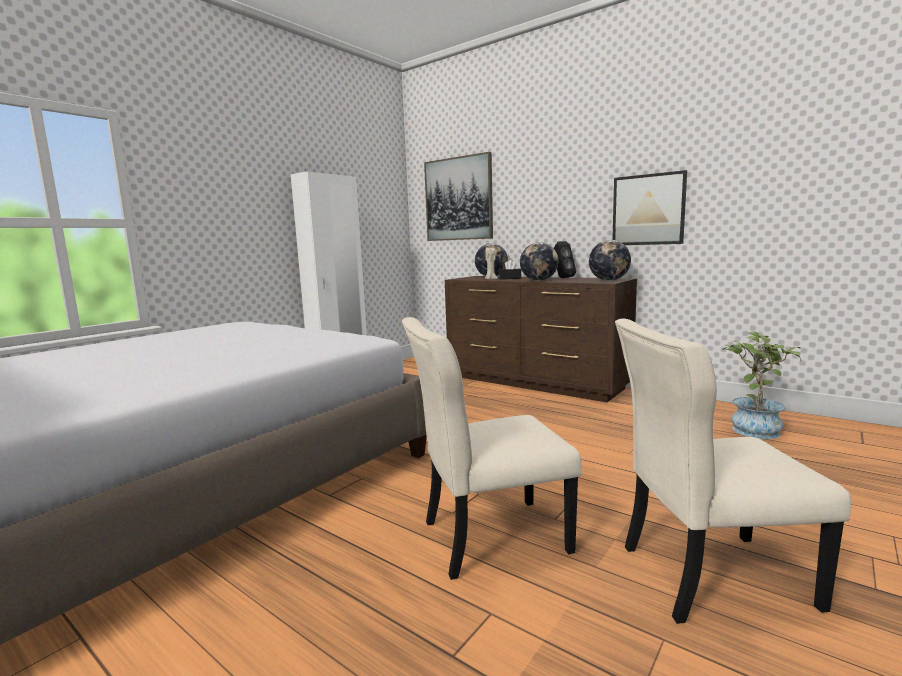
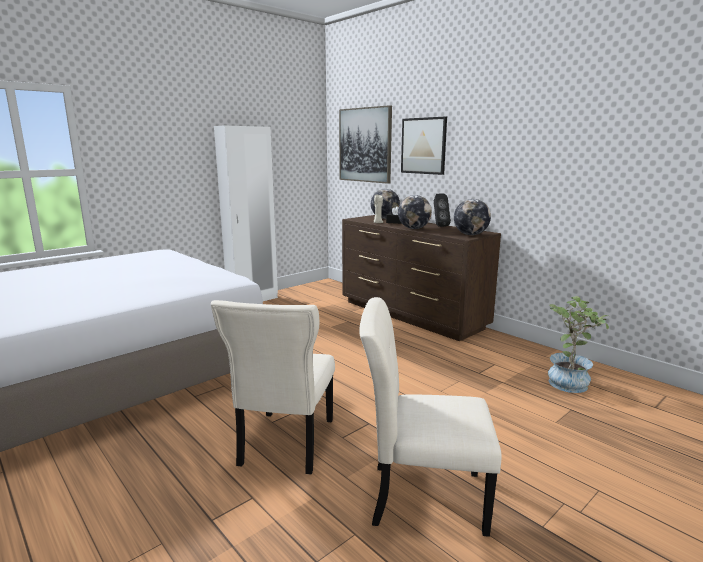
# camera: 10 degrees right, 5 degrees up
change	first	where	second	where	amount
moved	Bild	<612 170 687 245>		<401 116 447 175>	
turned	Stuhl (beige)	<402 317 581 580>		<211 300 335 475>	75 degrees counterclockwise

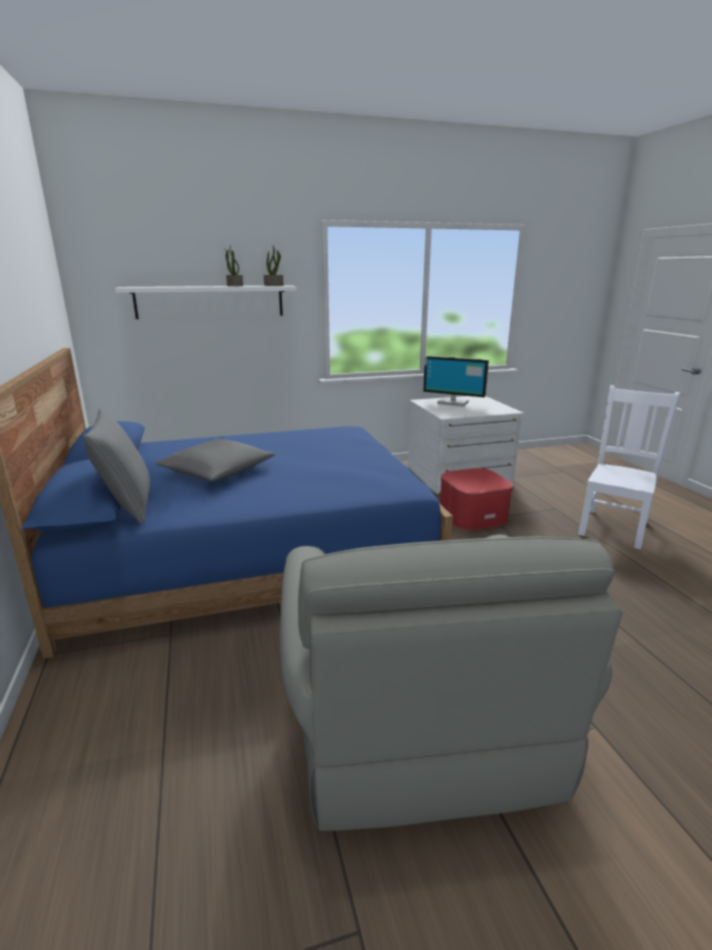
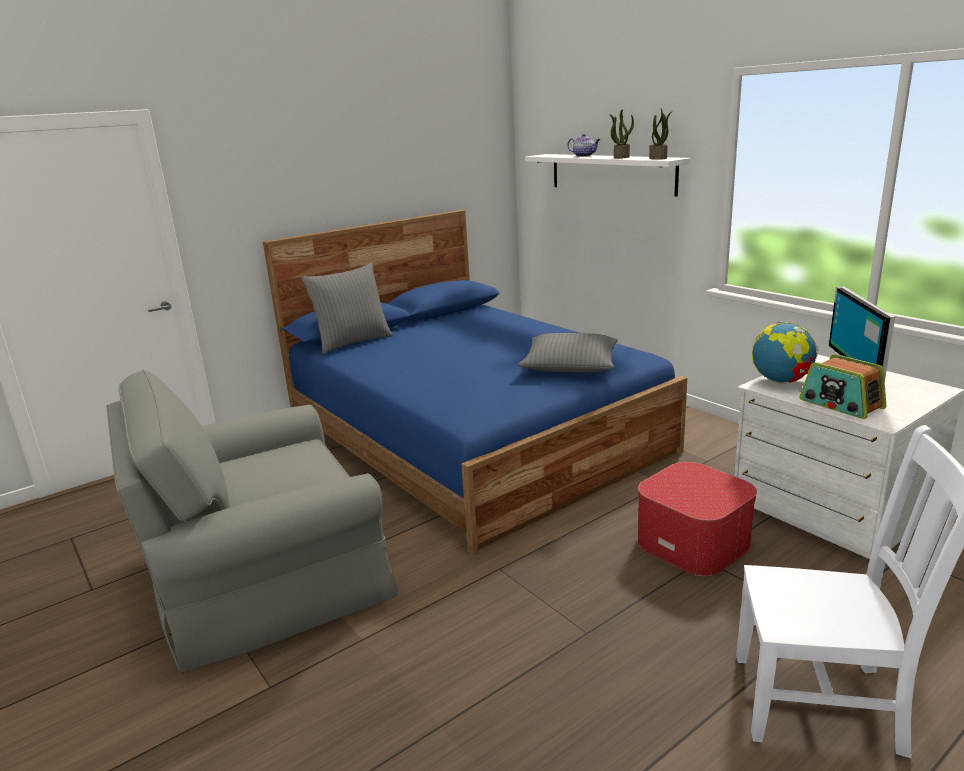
# camera: 70 degrees right, 0 degrees up
change	first	where	second	where	amount
moved	Kissen (grau)	<155 439 275 482>		<518 333 618 372>	
added			Teekanne	<567 134 601 157>	
added			Globus	<752 321 819 384>	
added			Radio	<799 354 886 419>	

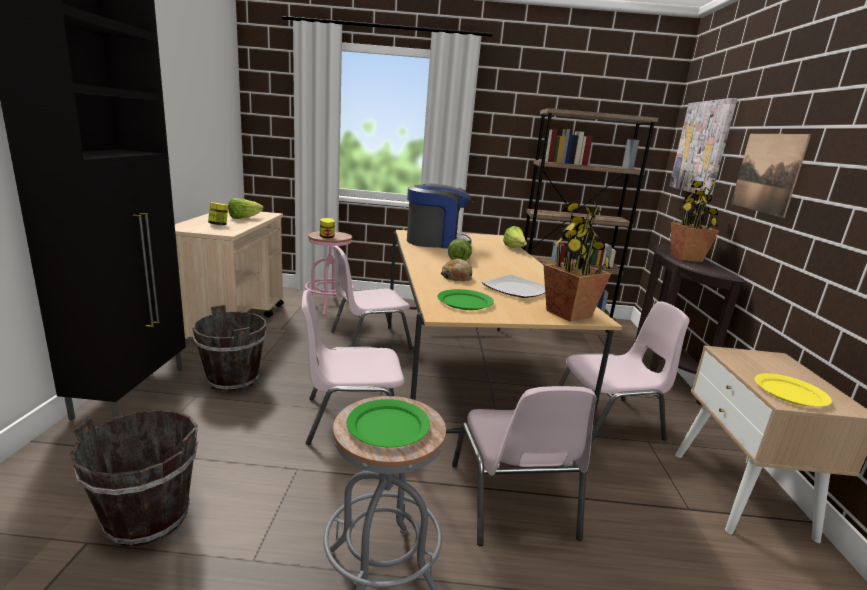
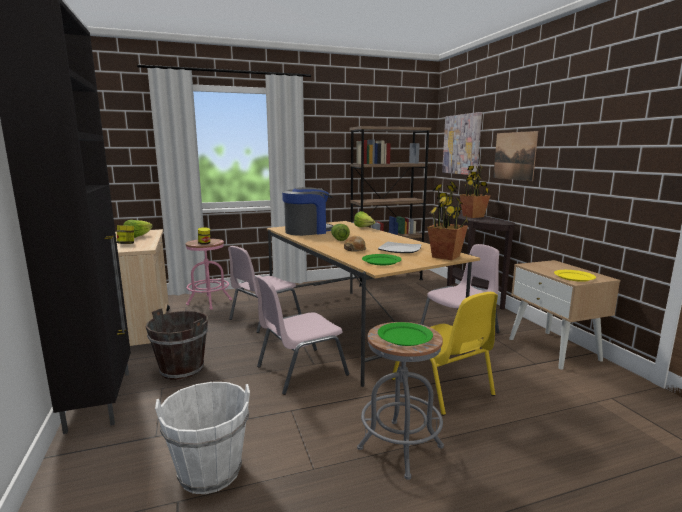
# camera: 20 degrees left, 5 degrees down
change	first	where	second	where	amount
recoloured	Stuhl (rosa)	<452 386 597 546>	Stuhl (gelb)	<392 292 498 415>	
recoloured	Eimer (braun)	<70 409 198 547>	Eimer (weiß)	<155 382 250 494>	

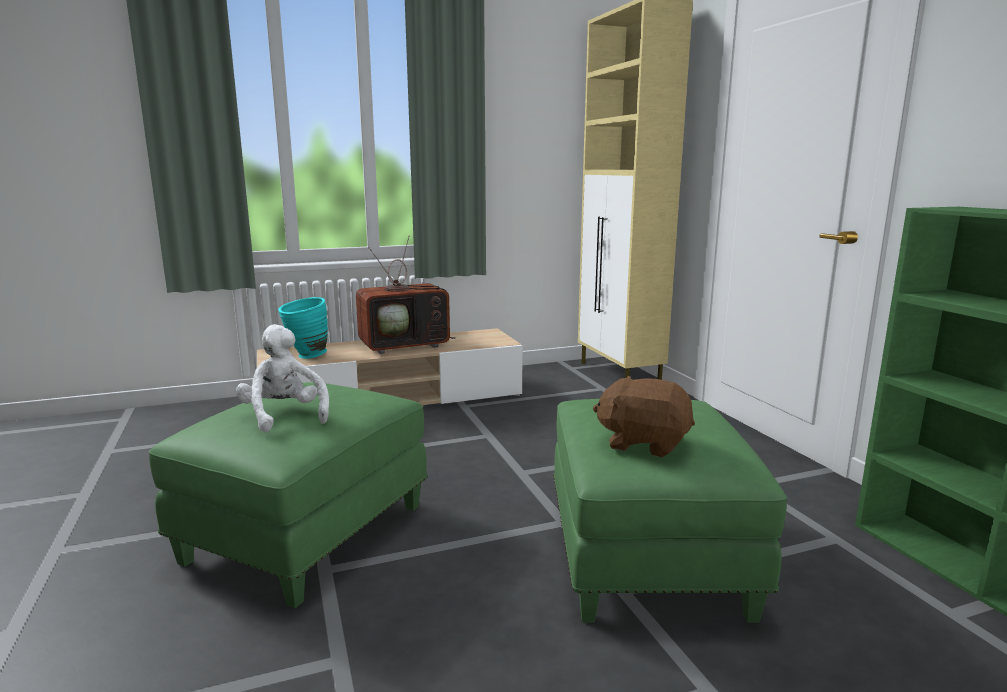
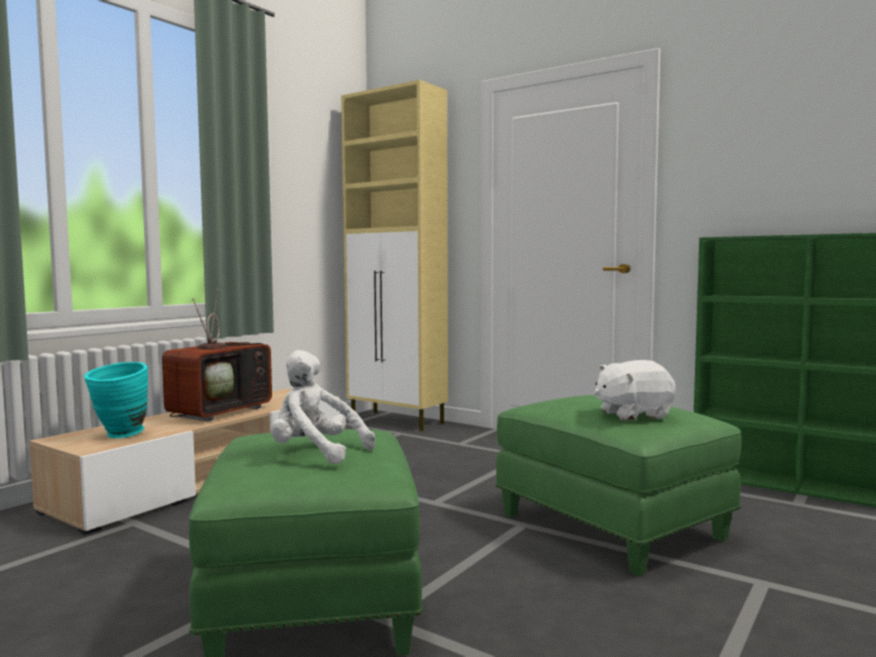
# camera: 35 degrees left, 10 degrees down
change	first	where	second	where	amount
recoloured	Plüschtier (braun)	<593 376 695 457>	Plüschtier (weiß)	<594 360 676 421>	

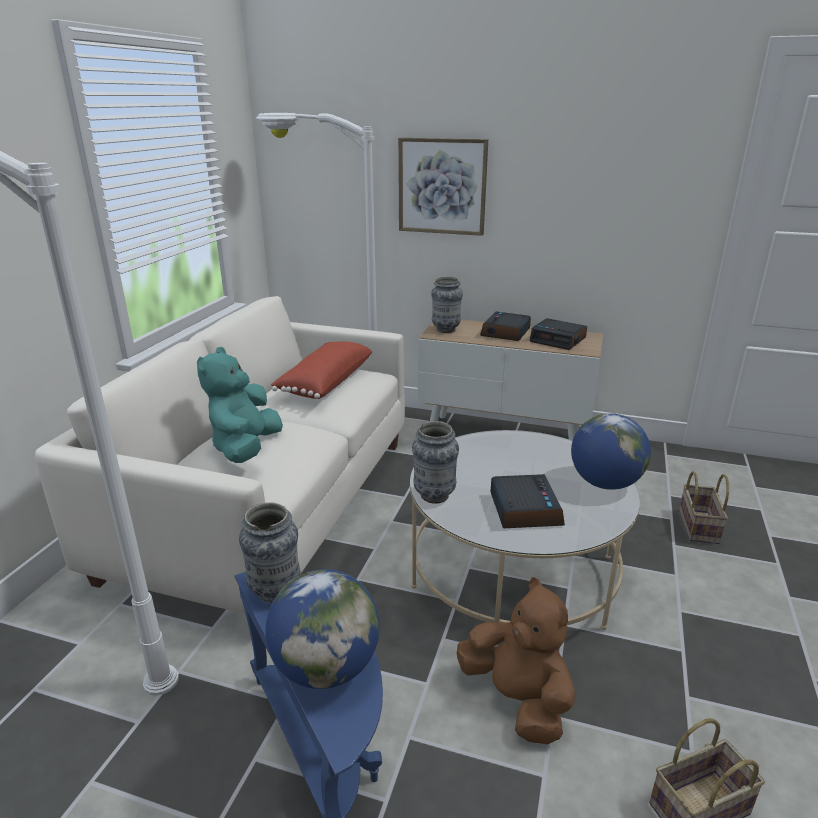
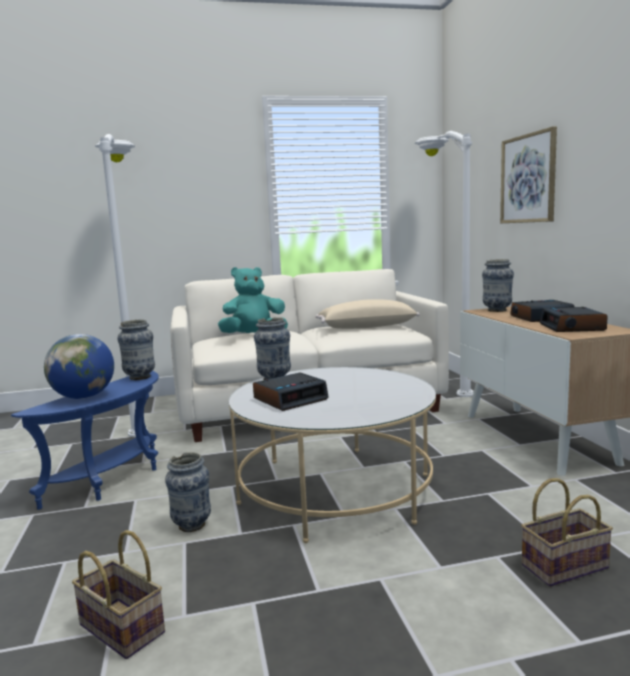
# camera: 60 degrees right, 15 degrees down
change	first	where	second	where	amount
recoloured	Kissen (rot)	<271 342 373 399>	Kissen (beige)	<316 299 420 329>	
removed	Globus	<571 413 651 490>			
replaced	Plüschtier (braun)	<457 577 575 744>	Vase	<165 452 211 532>	

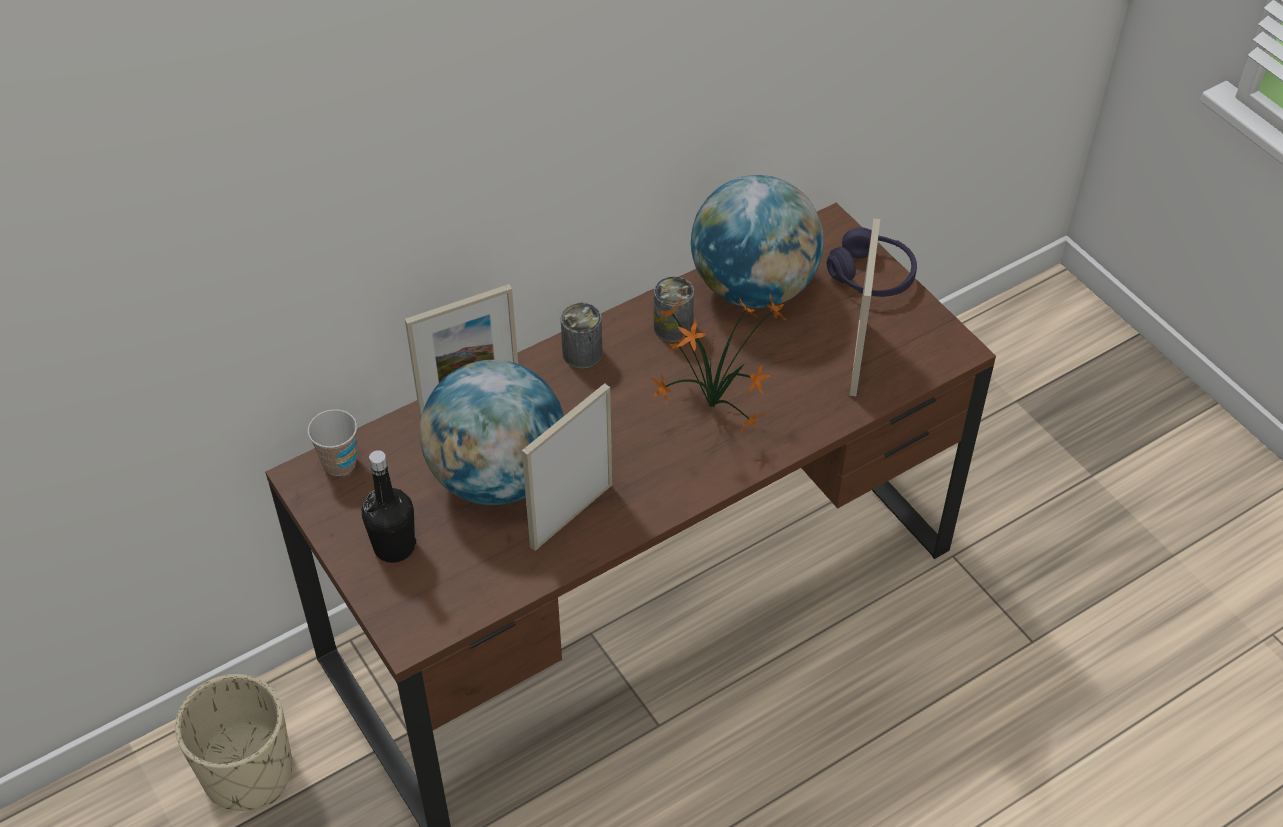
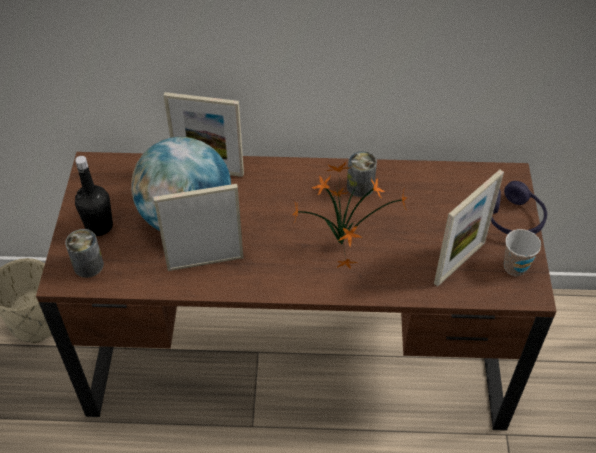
# camera: 35 degrees right, 0 degrees up
change	first	where	second	where	amount
removed	Globus	<691 175 824 308>			
moved	Dose	<561 303 602 369>		<65 229 104 278>	
moved	Tasse	<308 409 357 476>		<504 229 541 276>	

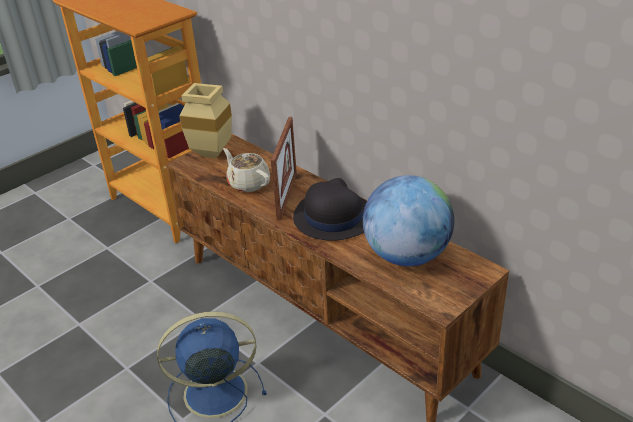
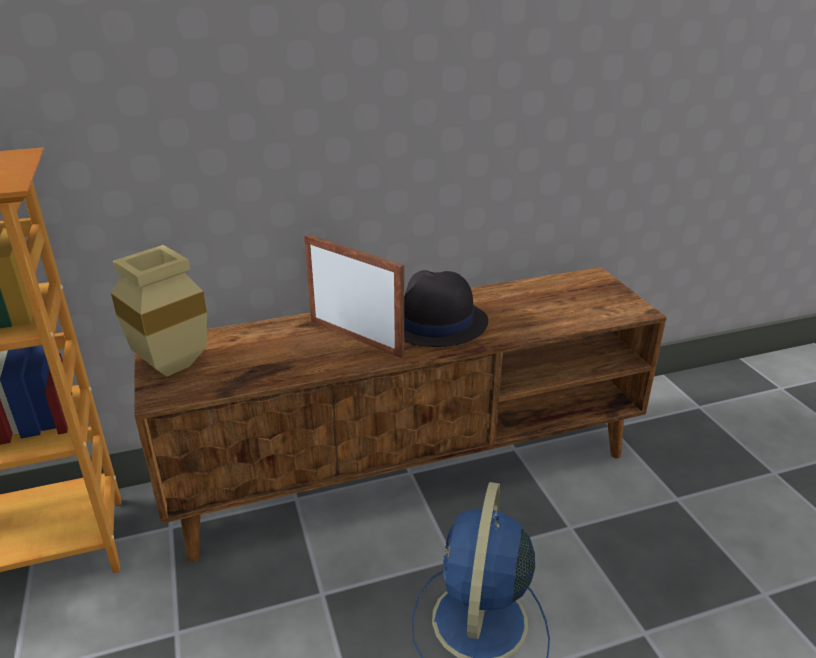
# camera: 65 degrees left, 5 degrees down
change	first	where	second	where	amount
removed	Teekanne (beige)	<223 148 270 192>			
removed	Globus	<363 175 454 266>			

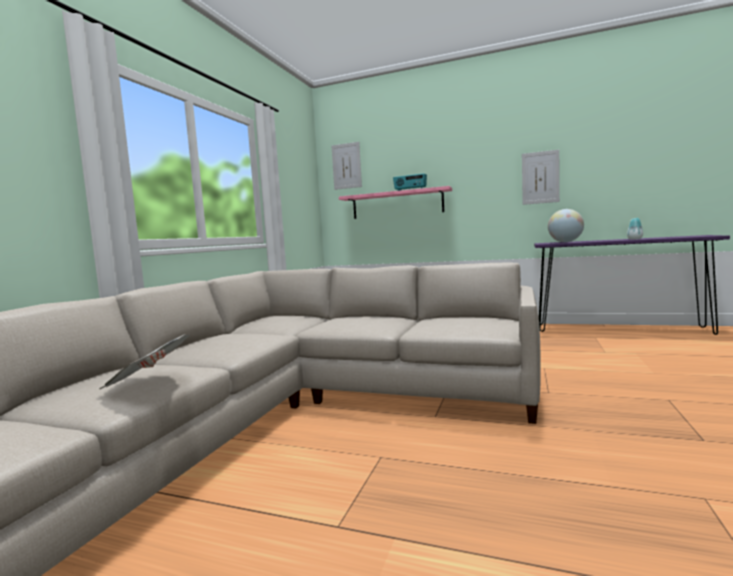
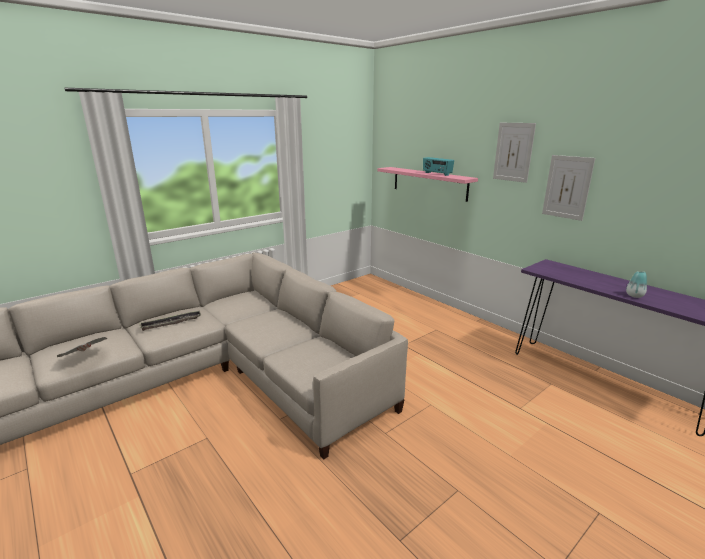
# camera: 30 degrees right, 15 degrees up
change	first	where	second	where	amount
moved	Bild	<331 142 362 190>		<493 123 536 183>	
removed	Globus	<548 209 584 242>			
added			Tablett	<139 311 201 331>	

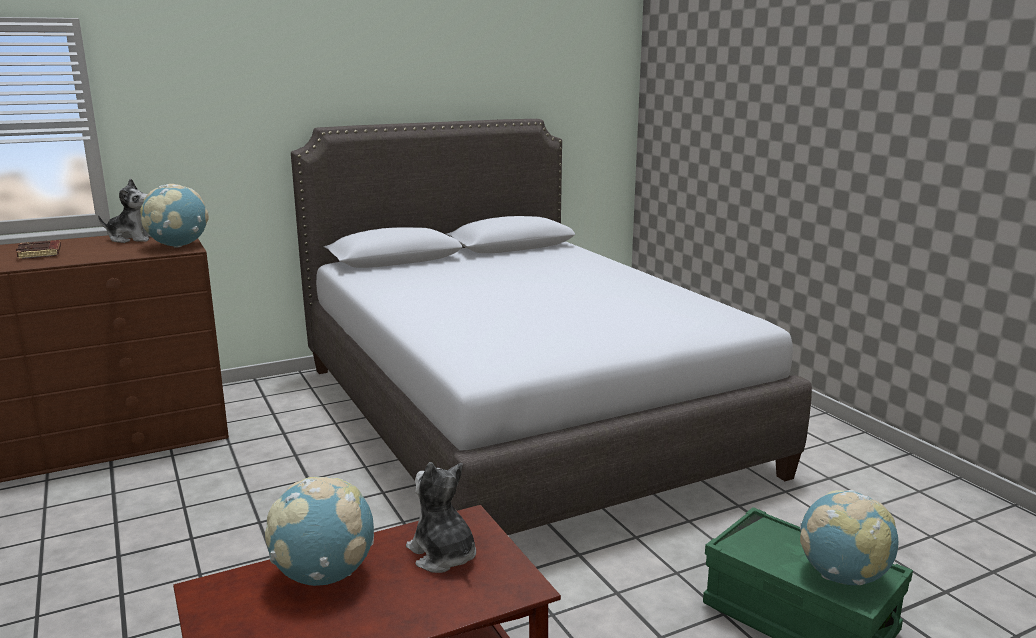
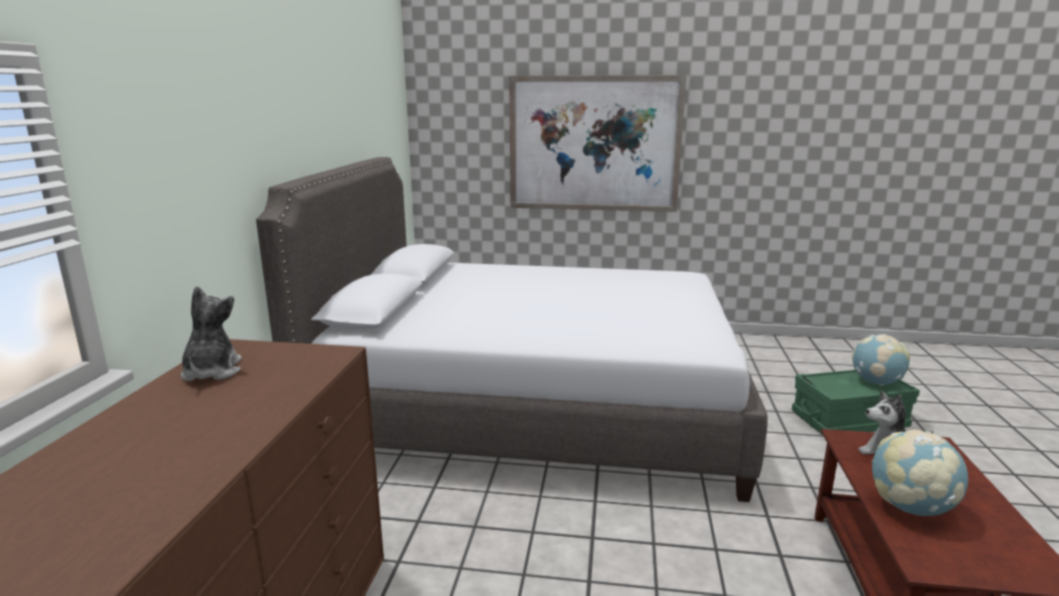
# camera: 55 degrees left, 0 degrees up
change	first	where	second	where	amount
turned	Plüschtier	<98 179 151 243>		<181 286 242 381>	45 degrees counterclockwise
removed	Globus	<140 184 209 247>			
removed	Buch (braun)	<16 240 61 259>			
added			Bild	<509 76 686 212>	

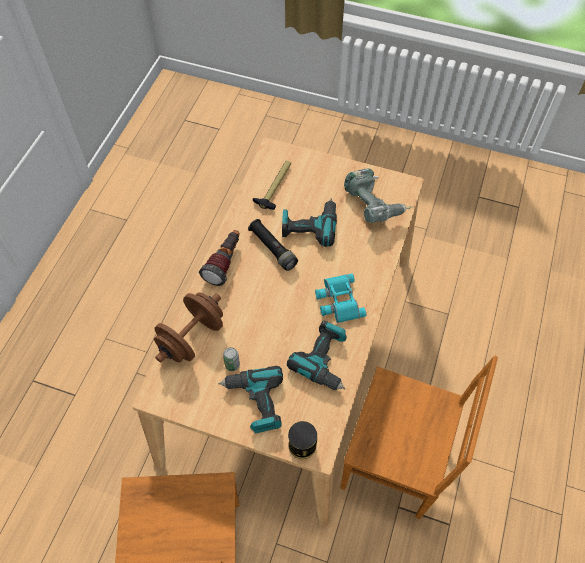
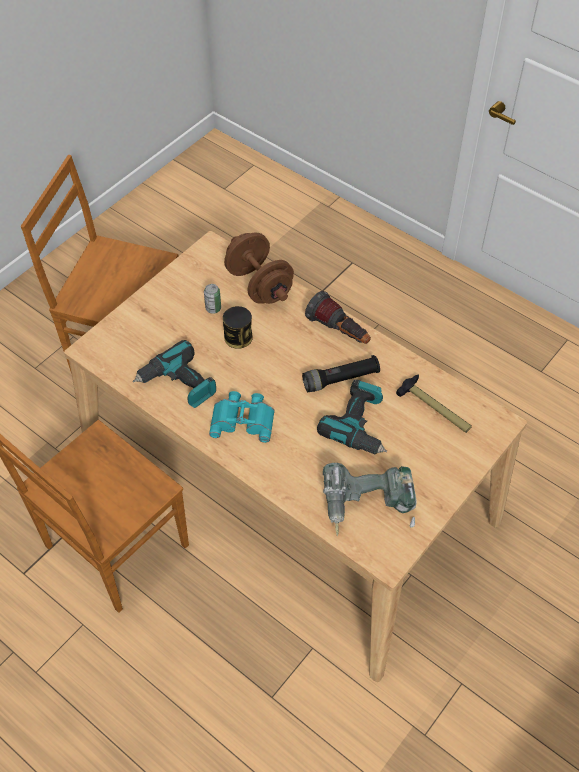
# camera: 110 degrees right, 5 degrees down
change	first	where	second	where	amount
removed	Bohrmaschine	<218 366 283 433>			
moved	Dose	<288 421 317 459>		<223 306 253 349>	

